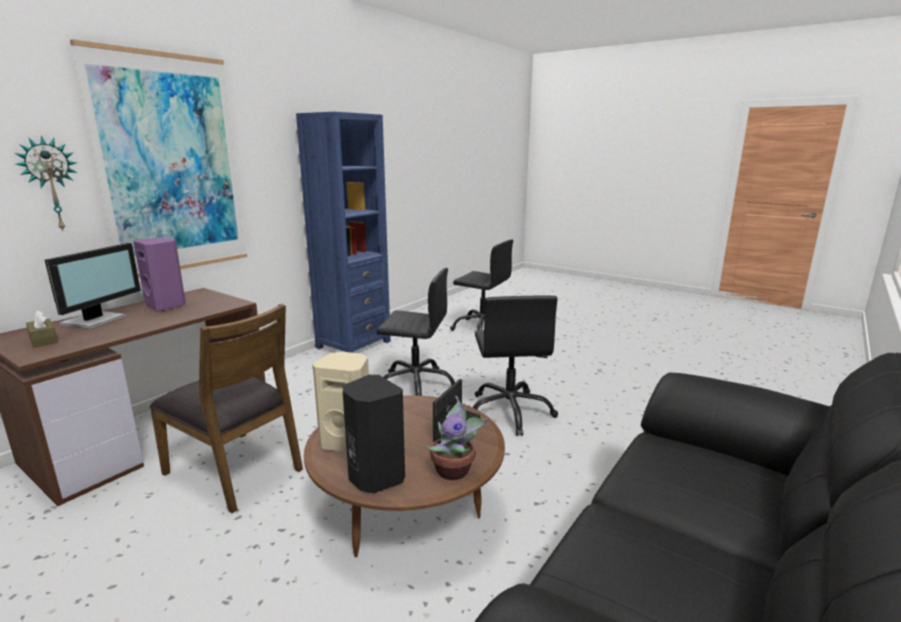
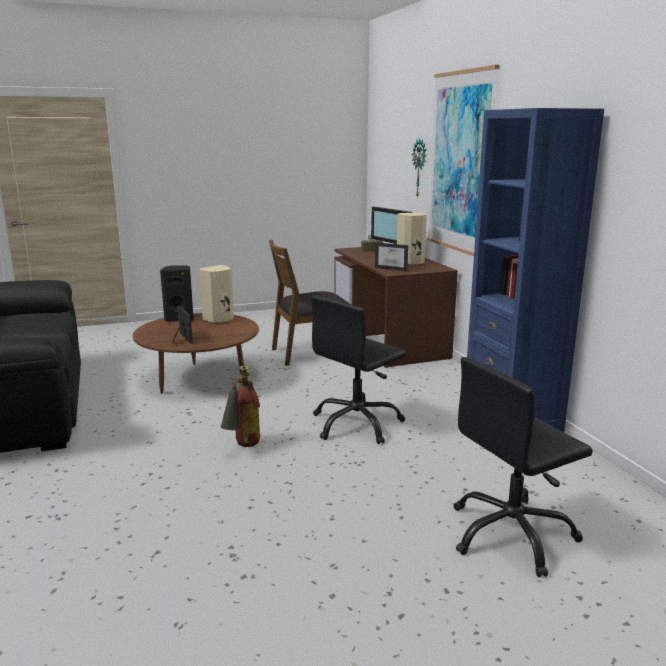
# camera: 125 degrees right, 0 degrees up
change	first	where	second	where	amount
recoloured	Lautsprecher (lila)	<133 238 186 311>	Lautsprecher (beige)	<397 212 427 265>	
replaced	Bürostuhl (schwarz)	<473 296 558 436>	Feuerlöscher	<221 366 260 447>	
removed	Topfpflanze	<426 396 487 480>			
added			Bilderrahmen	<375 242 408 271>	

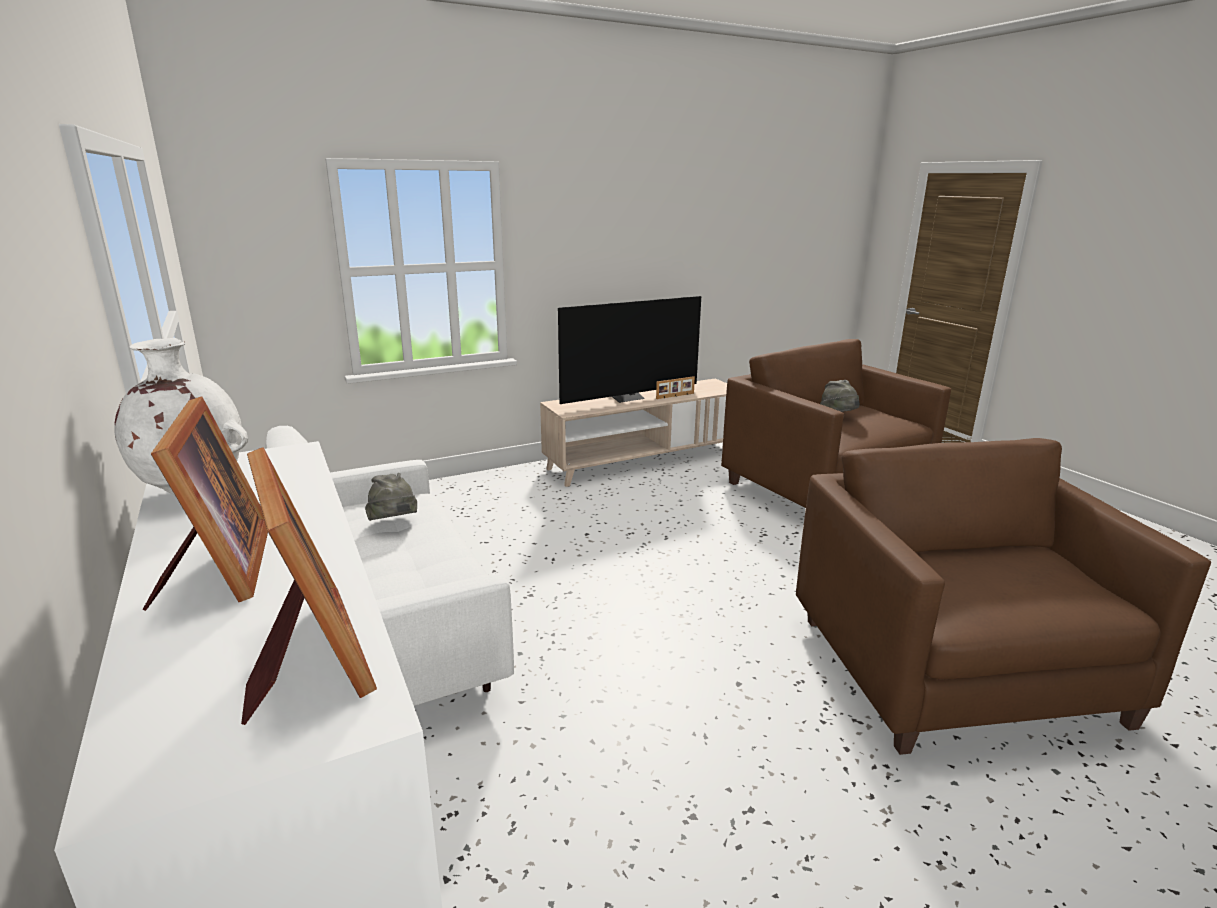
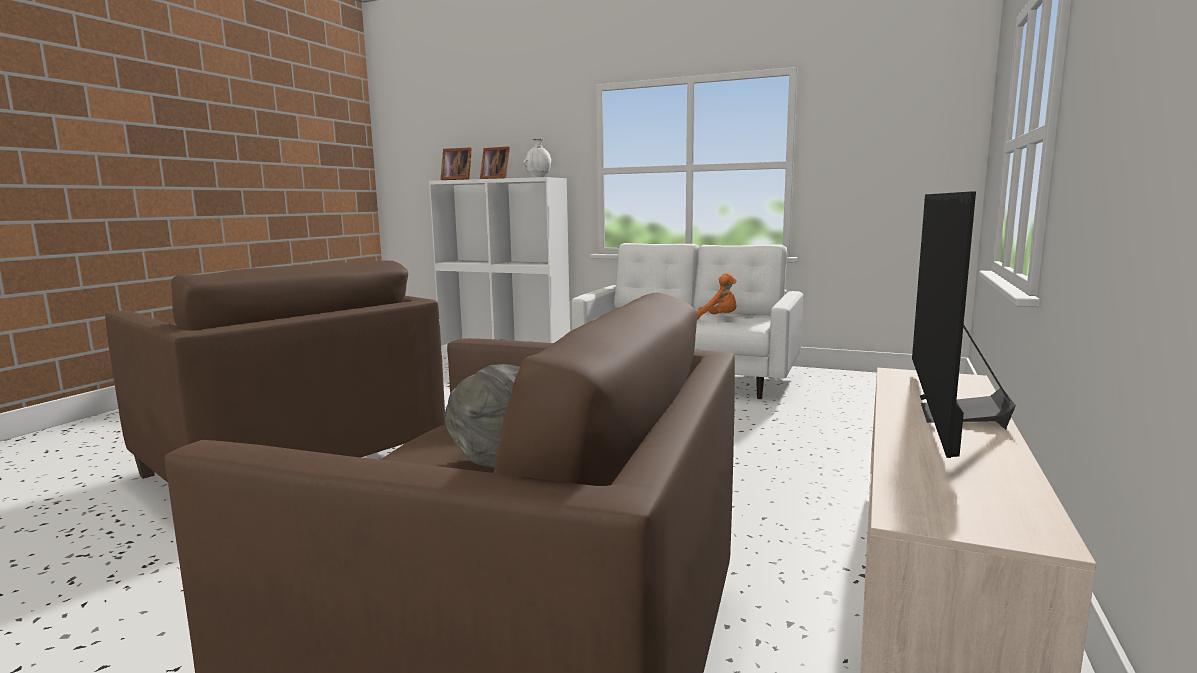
# camera: 140 degrees right, 10 degrees down
change	first	where	second	where	amount
removed	Bilderrahmen	<656 376 695 399>			
replaced	Hut (grau)	<365 473 417 521>	Plüschtier (orange)	<696 273 737 320>	

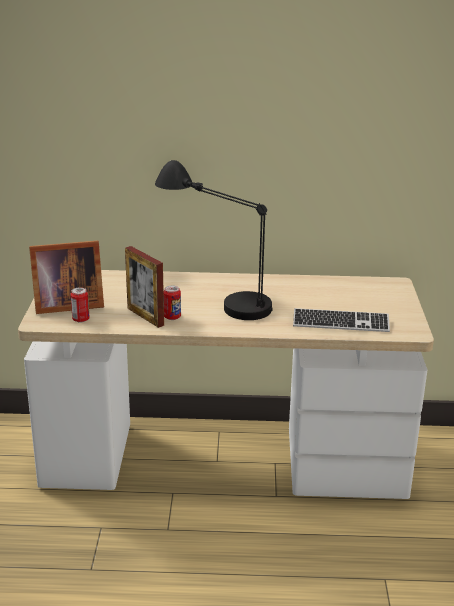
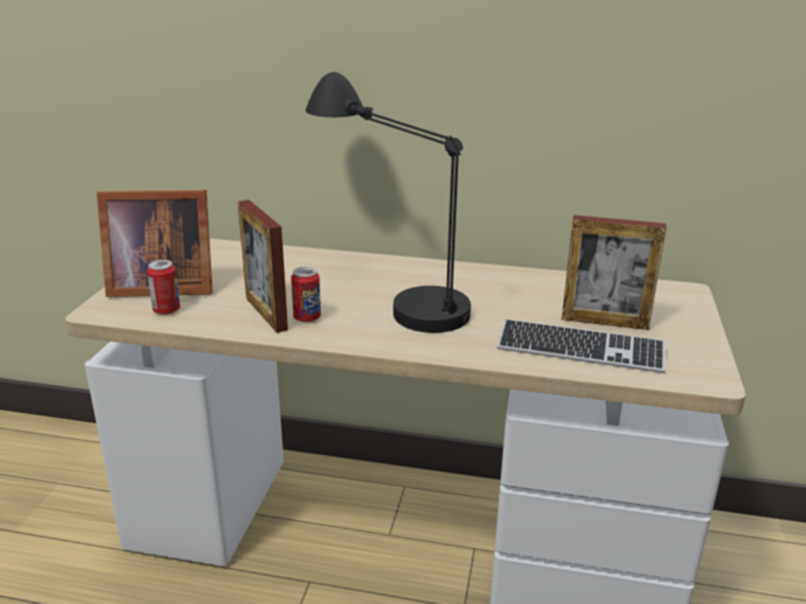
# camera: 10 degrees right, 0 degrees up
change	first	where	second	where	amount
added			Bilderrahmen	<561 215 666 330>	

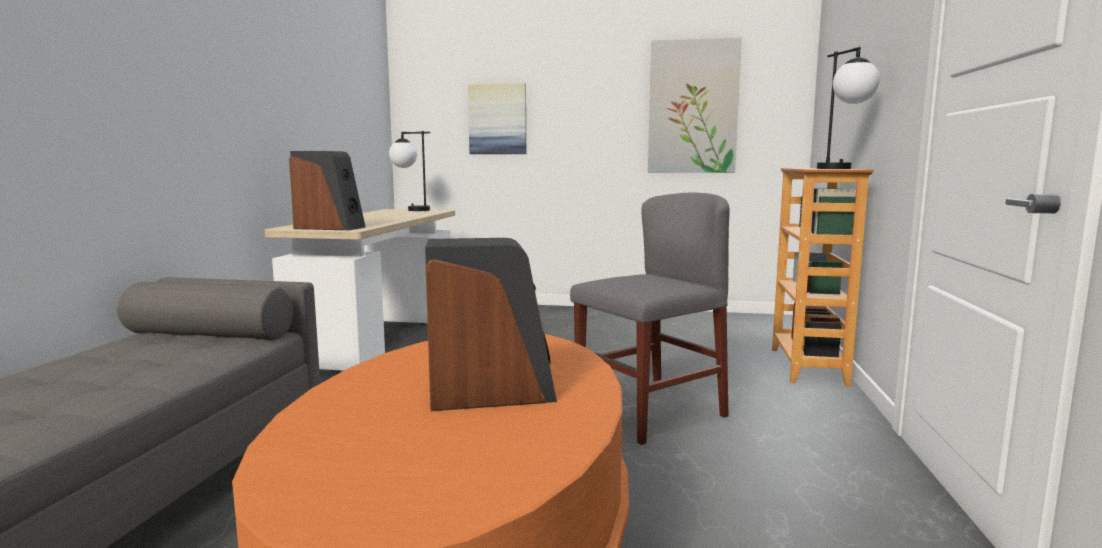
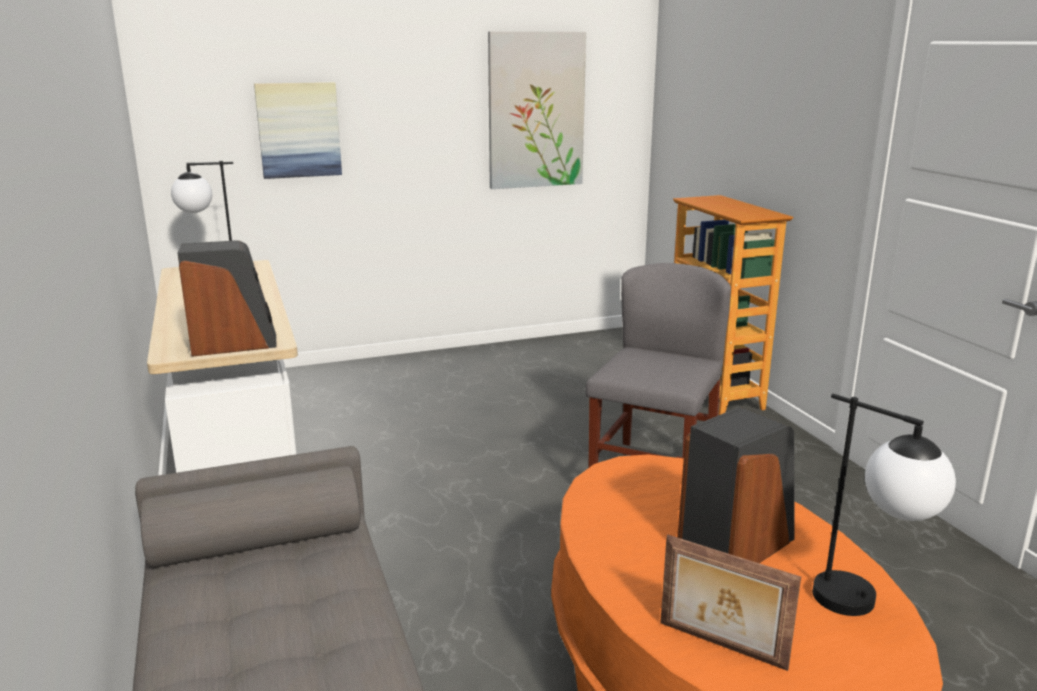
# camera: 30 degrees left, 10 degrees up
change	first	where	second	where	amount
moved	Tischlampe	<817 47 880 169>		<812 394 956 616>	
added			Bilderrahmen	<660 535 801 671>	

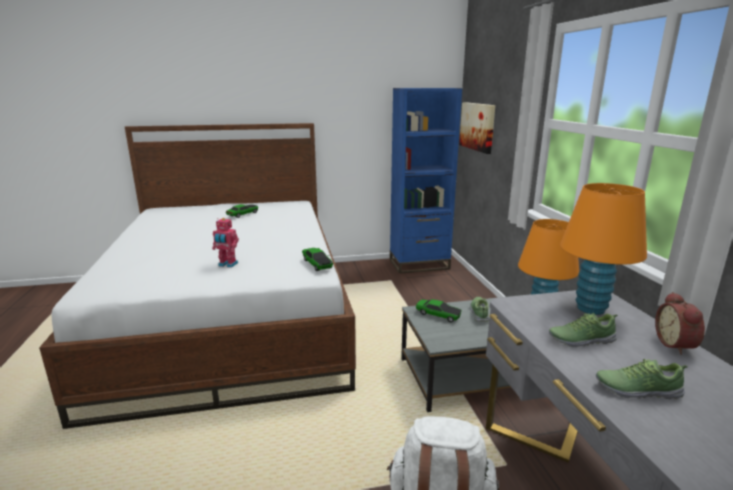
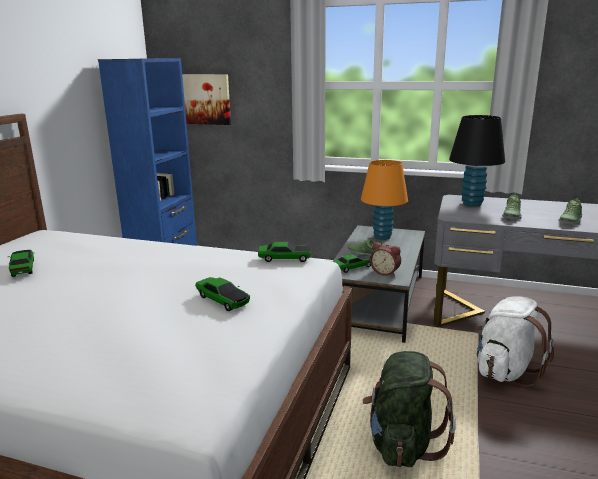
# camera: 60 degrees left, 0 degrees up
change	first	where	second	where	amount
recoloured	Tischlampe (orange)	<560 183 647 315>	Tischlampe (schwarz)	<449 115 505 206>	
replaced	Spielzeugroboter	<212 218 239 268>	Spielzeugauto	<195 277 250 311>	
moved	Wecker	<655 292 705 355>		<370 242 401 276>	
added			Rucksack (grün)	<362 351 456 467>	

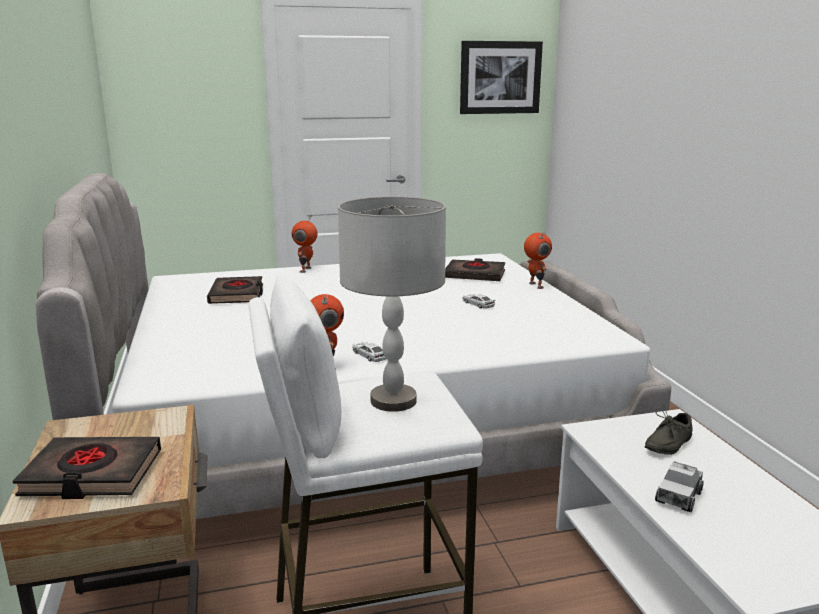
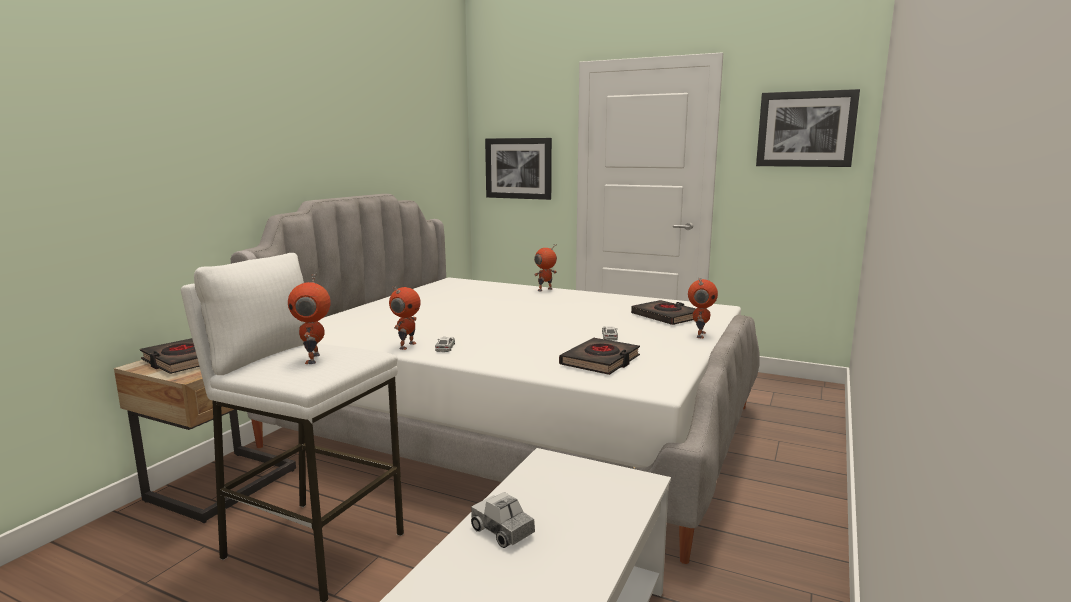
# camera: 40 degrees right, 5 degrees down
change	first	where	second	where	amount
replaced	Tischlampe (grau)	<338 196 446 412>	Spielzeugroboter	<288 273 331 364>	
moved	Buch (schwarz)	<207 276 263 304>		<559 338 640 375>	
removed	Schuh (grau)	<645 404 693 455>			
turned	Spielzeuglaster	<655 461 704 512>		<471 492 535 548>	60 degrees clockwise
added			Bild	<485 138 552 200>	

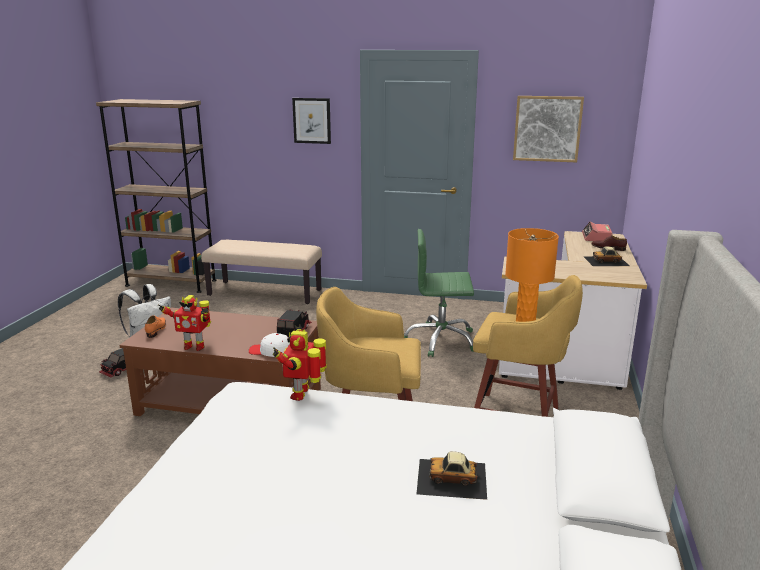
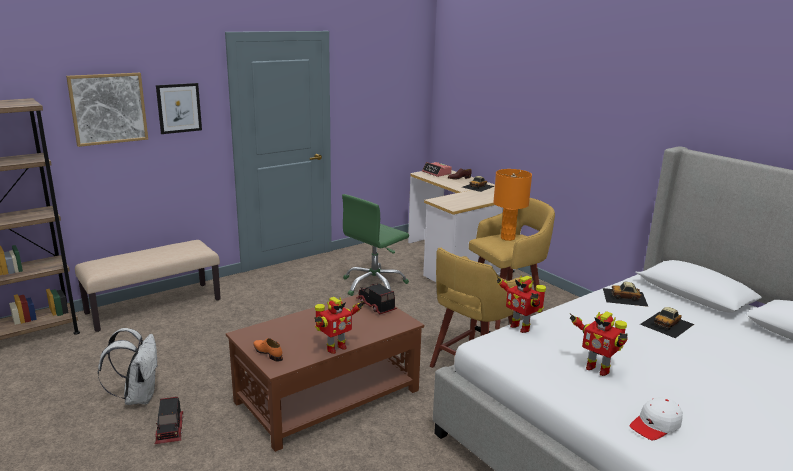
# camera: 50 degrees left, 0 degrees up
change	first	where	second	where	amount
moved	Bild	<513 96 584 162>		<66 73 148 147>	
moved	Kappe (weiß)	<249 333 290 357>		<630 397 683 440>	
added			Spielzeugauto	<603 282 648 307>	
added			Spielzeugroboter	<570 311 628 376>	

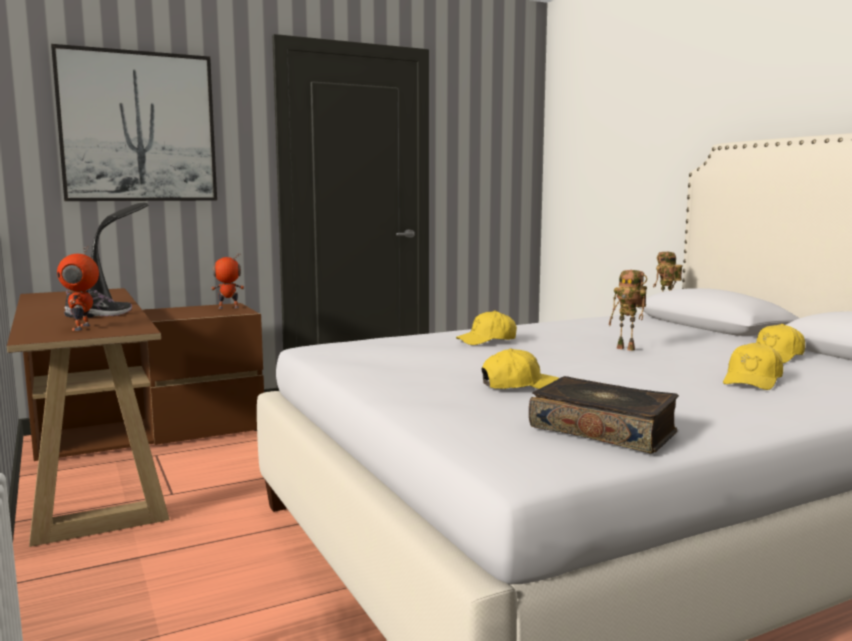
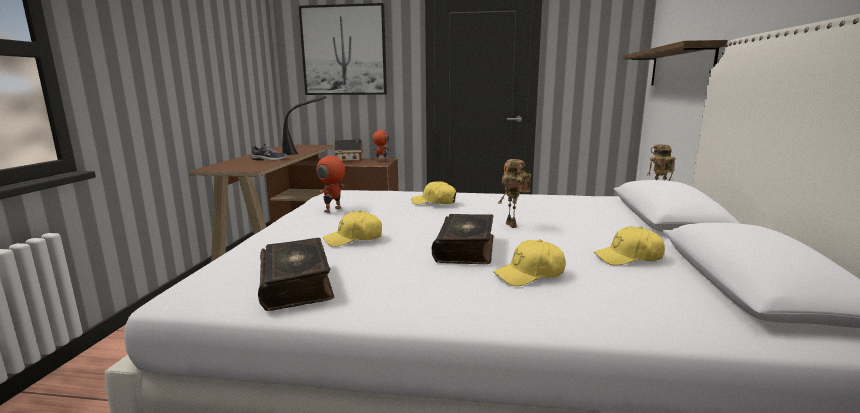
# camera: 35 degrees right, 5 degrees up
change	first	where	second	where	amount
moved	Spielzeugroboter	<57 246 99 331>		<316 151 345 213>	
turned	Kappe (gelb)	<482 348 559 389>		<323 211 382 247>	135 degrees clockwise
added			Wandregal	<623 40 728 86>	
added			Spielzeughaus	<334 138 363 161>	
added			Buch	<432 214 493 264>	

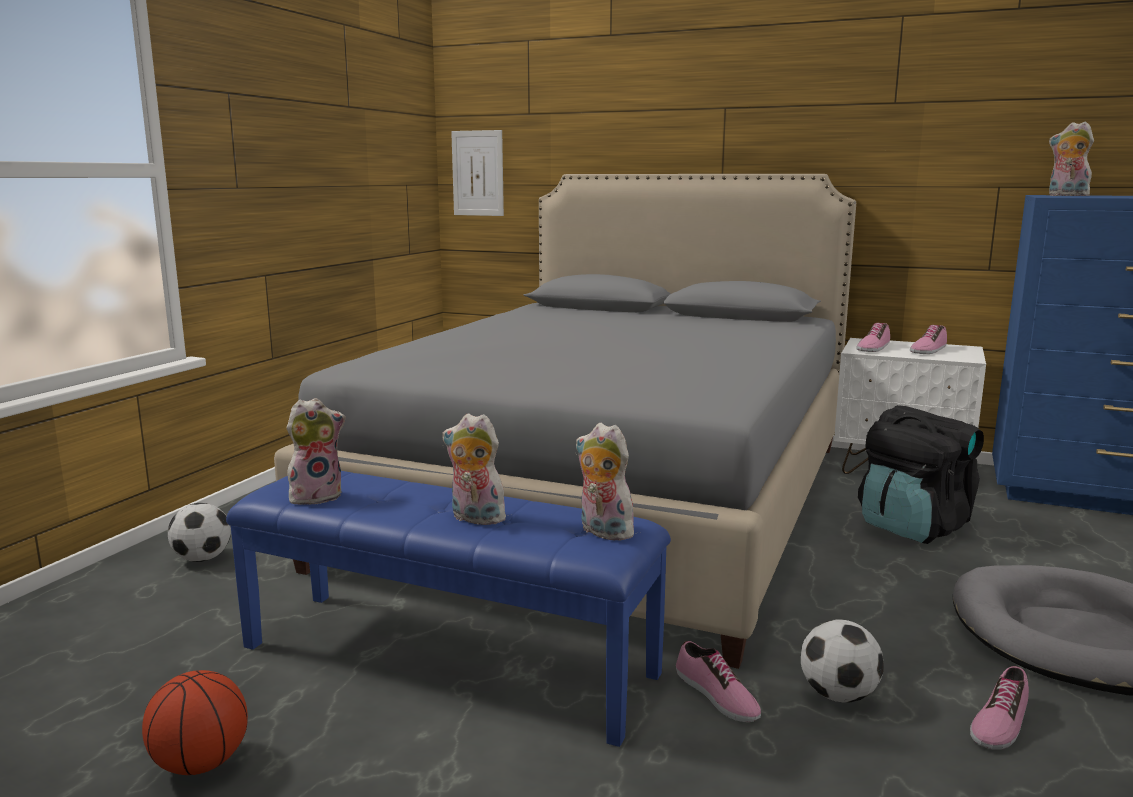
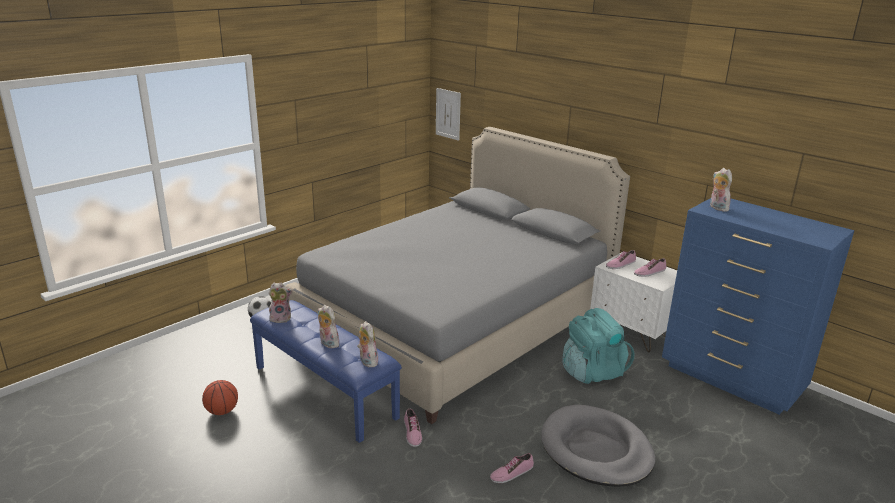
# camera: 20 degrees right, 10 degrees up
change	first	where	second	where	amount
recoloured	Rucksack (schwarz)	<858 405 984 544>	Rucksack (türkis)	<562 308 635 384>	
removed	Fußball	<801 619 884 703>			

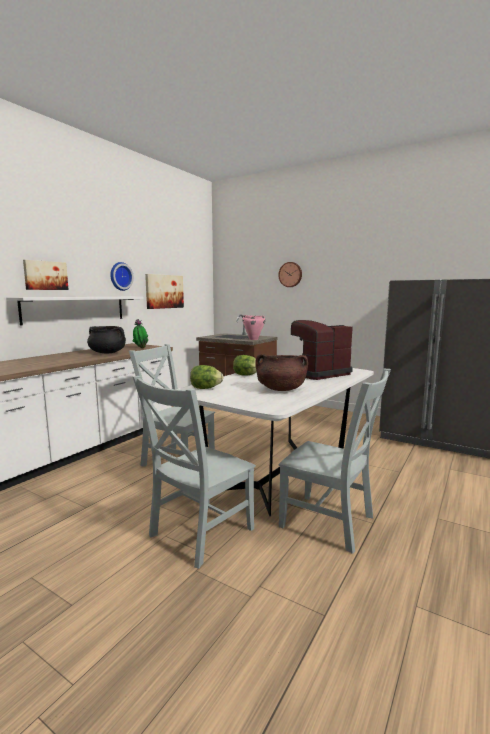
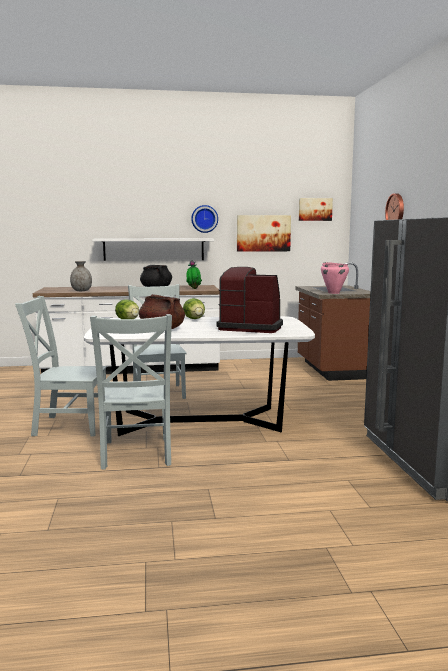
# camera: 50 degrees right, 0 degrees up
change	first	where	second	where	amount
moved	Bild	<23 260 69 290>		<299 198 333 221>	
added			Vase (grau)	<70 261 92 291>	

